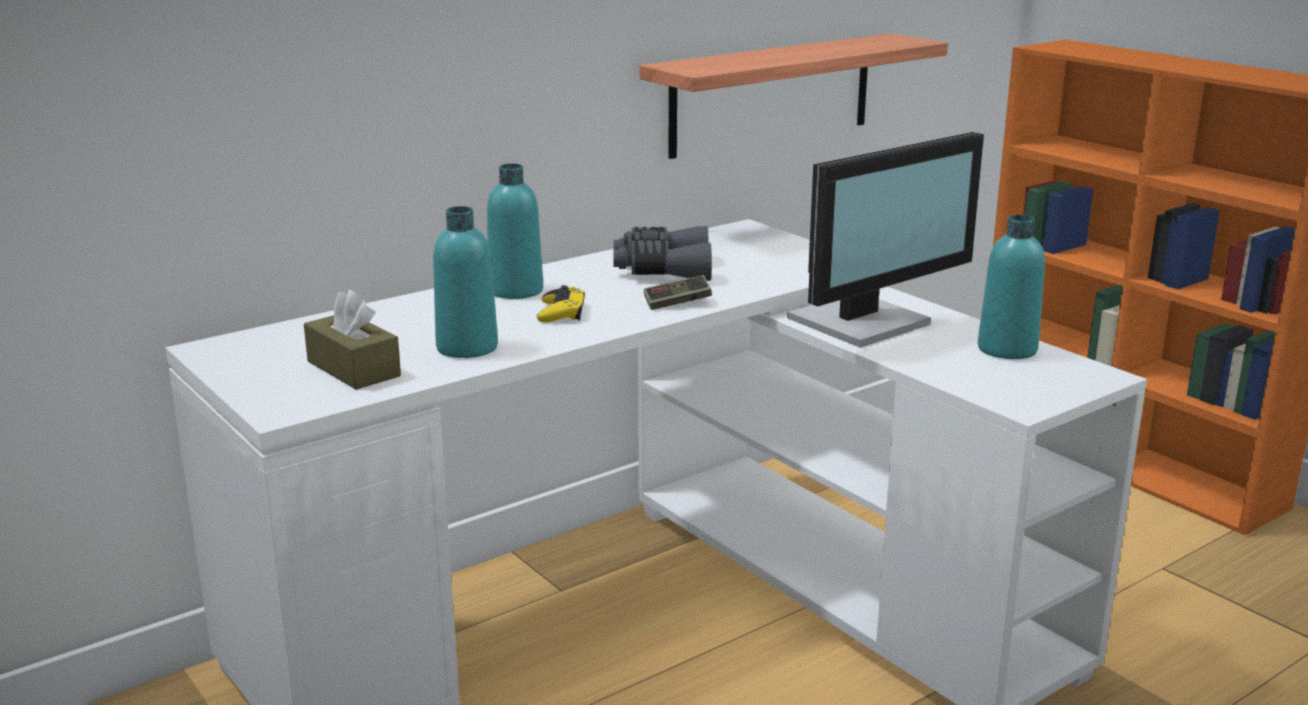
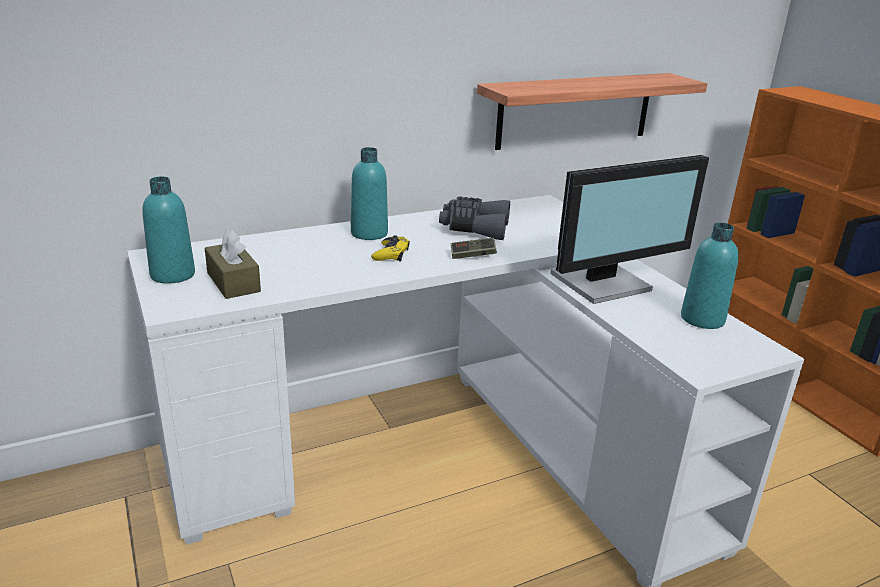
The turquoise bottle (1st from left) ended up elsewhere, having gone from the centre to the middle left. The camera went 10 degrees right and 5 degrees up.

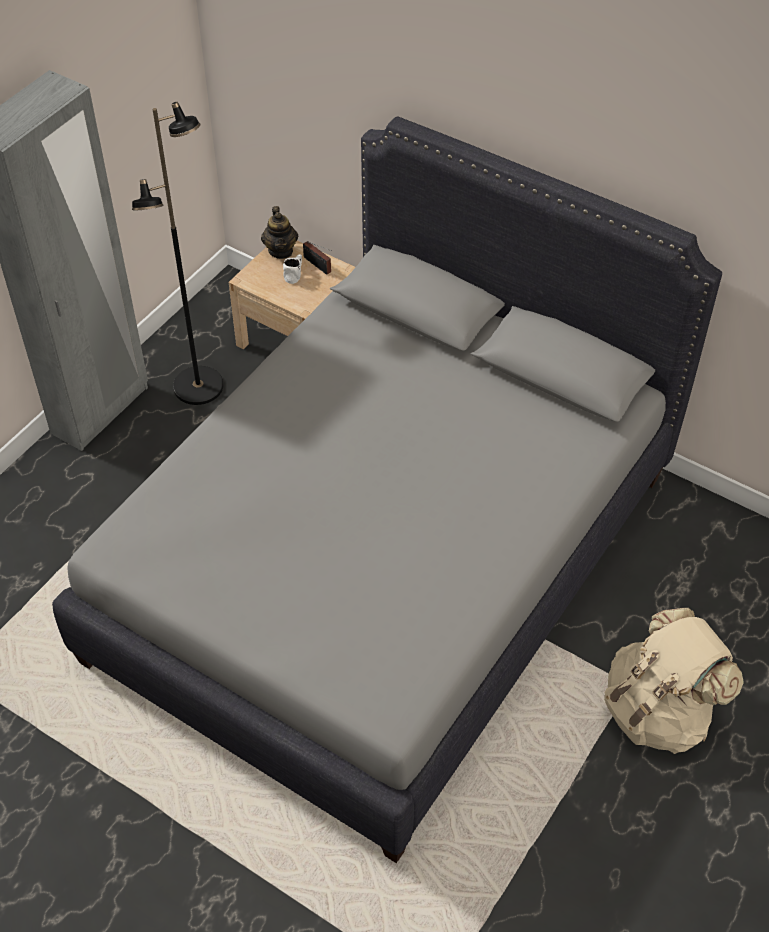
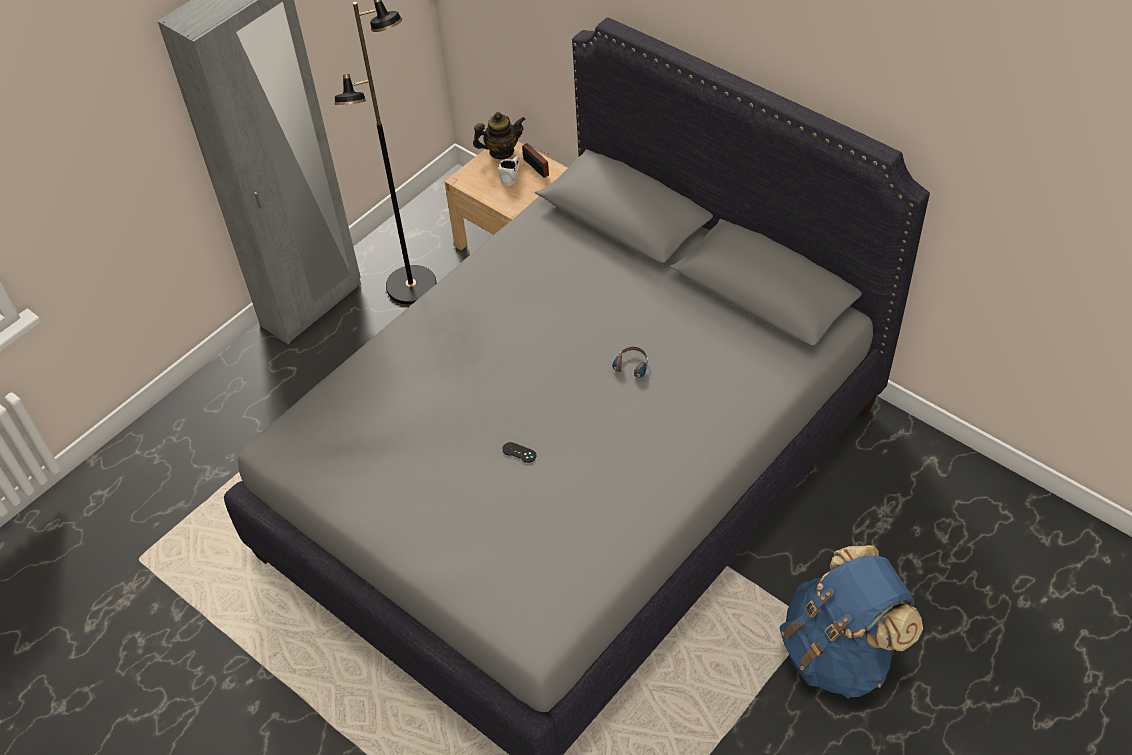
The teapot at the top centre ended up facing another way, 105 degrees counterclockwise from before. The second view gained the black game controller at the centre. The second view gained the headphones at the centre. What was the beige backpack at the bottom right turned into the blue backpack at the bottom right. The camera went 10 degrees right and 0 degrees up.

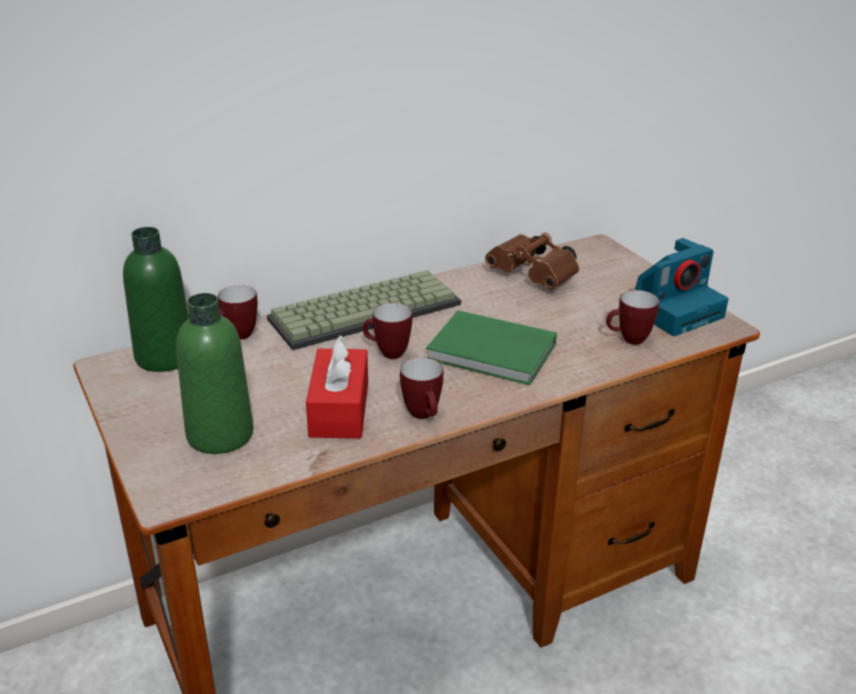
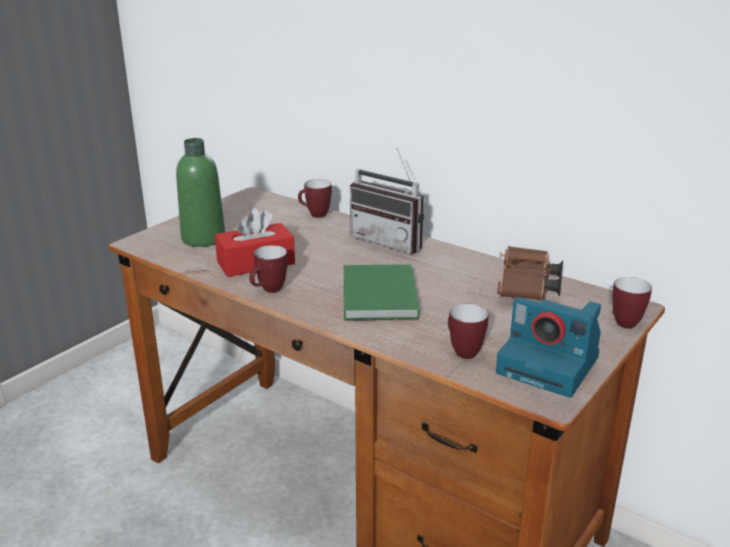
Where the keyboard stood at the centre, the radio came to stand at the centre. The mug (2nd from left in the first image) ended up elsewhere, having gone from the centre to the middle right. The second view lost the green bottle (1st from left) at the middle left. The camera went 65 degrees right and 5 degrees down.

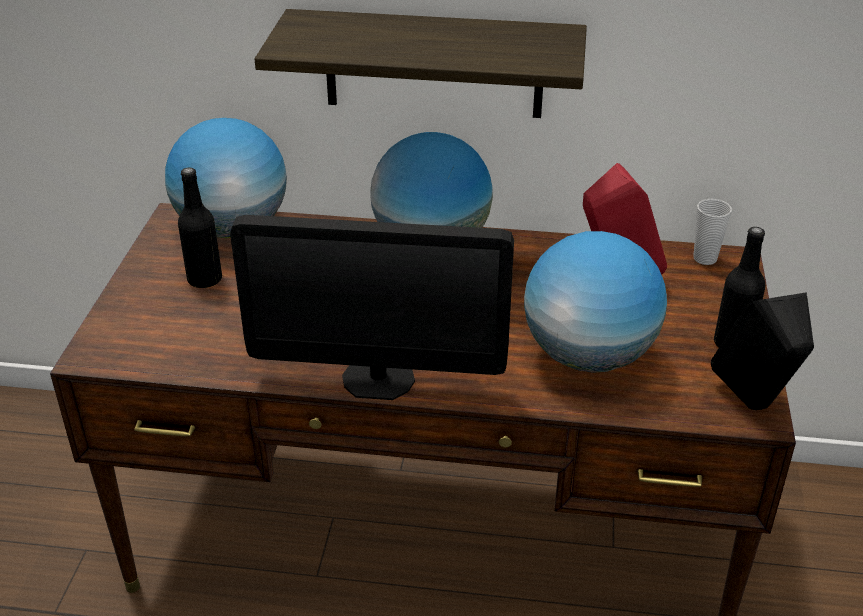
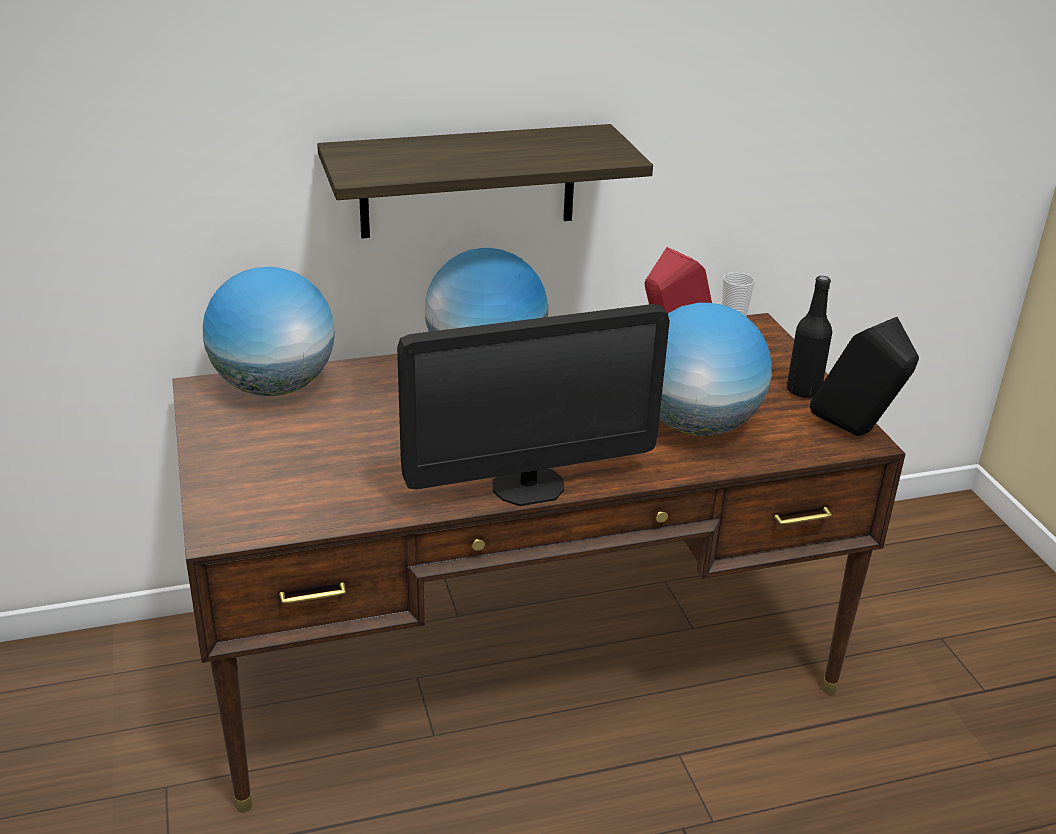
The second view lost the black bottle (1st from left) at the middle left. The camera went 25 degrees left and 5 degrees down.

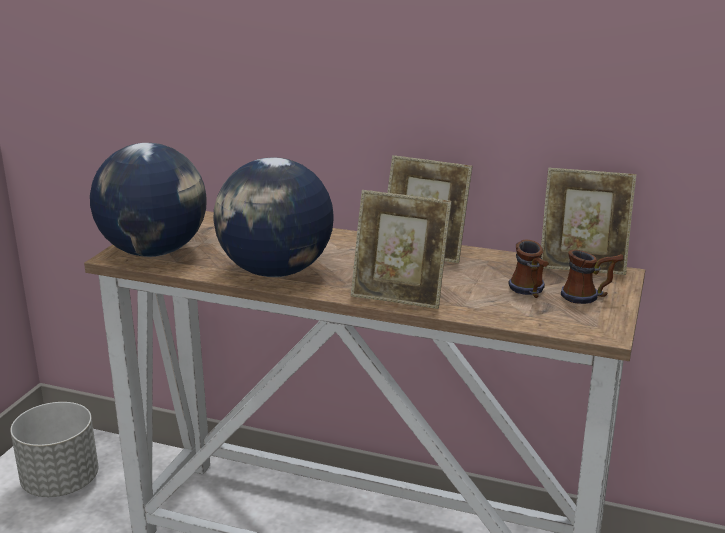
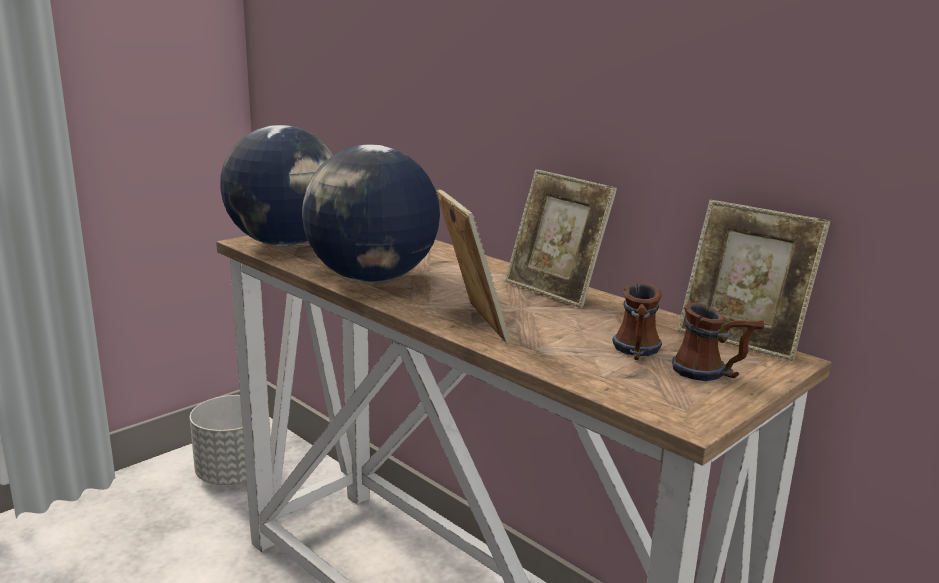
The picture frame (1st from left) at the centre ended up facing another way, 150 degrees counterclockwise from before. The camera went 25 degrees right and 5 degrees down.

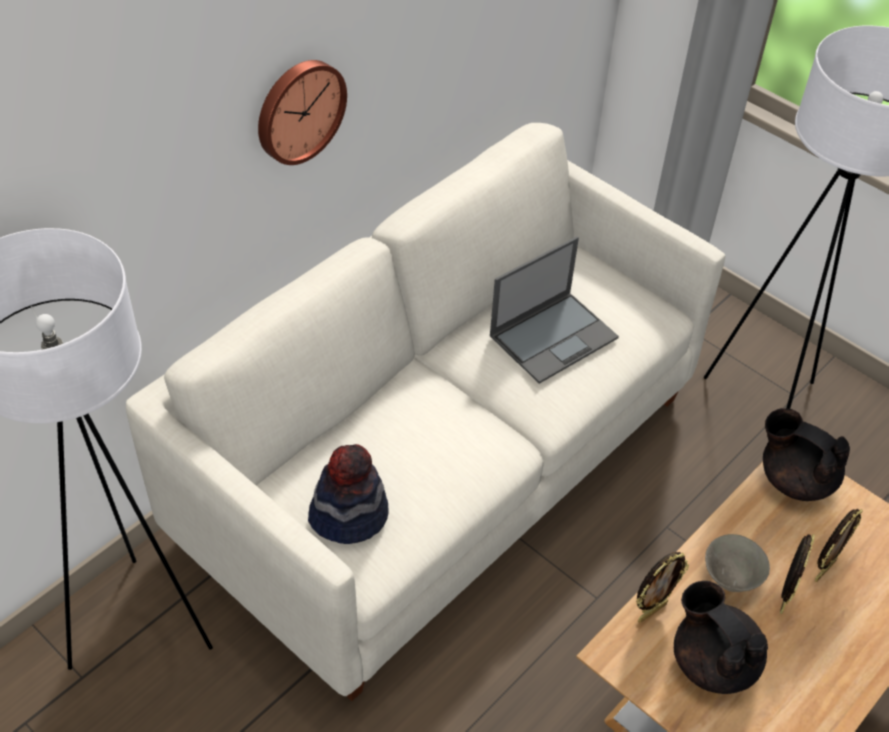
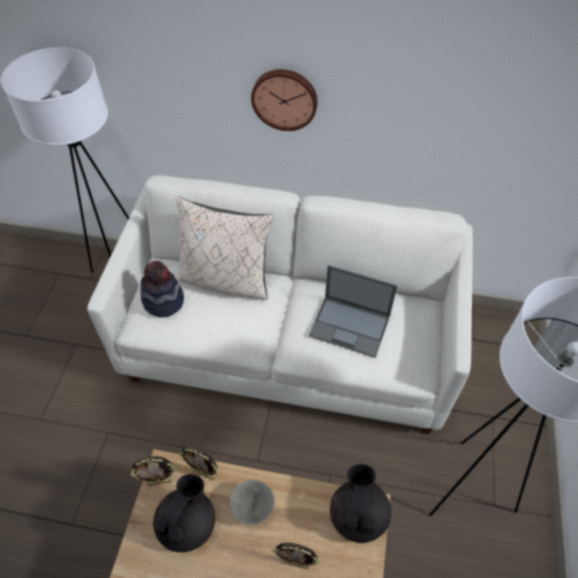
The picture frame (2nd from left in the first image) ended up elsewhere, having gone from the bottom right to the bottom left. The second view gained the beige pillow at the centre. The camera went 60 degrees right and 5 degrees up.

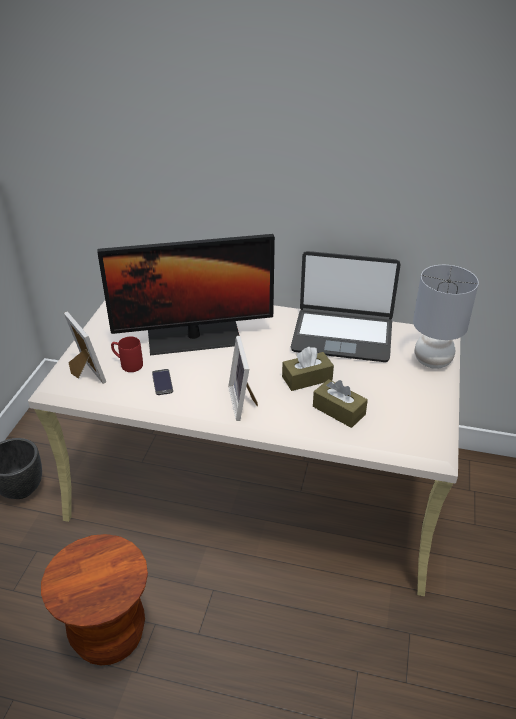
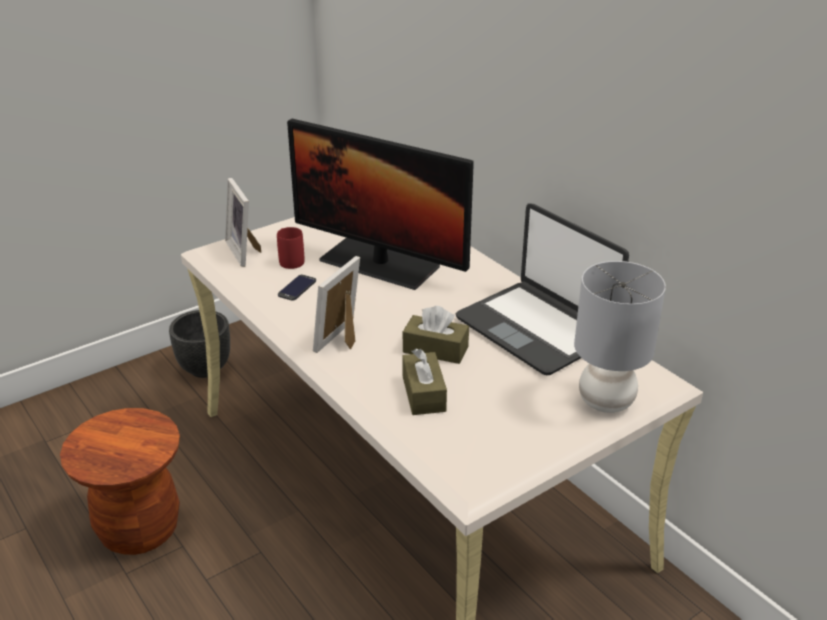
The picture frame (1st from left) at the middle left ended up facing another way, 150 degrees clockwise from before. The camera went 40 degrees right and 5 degrees down.

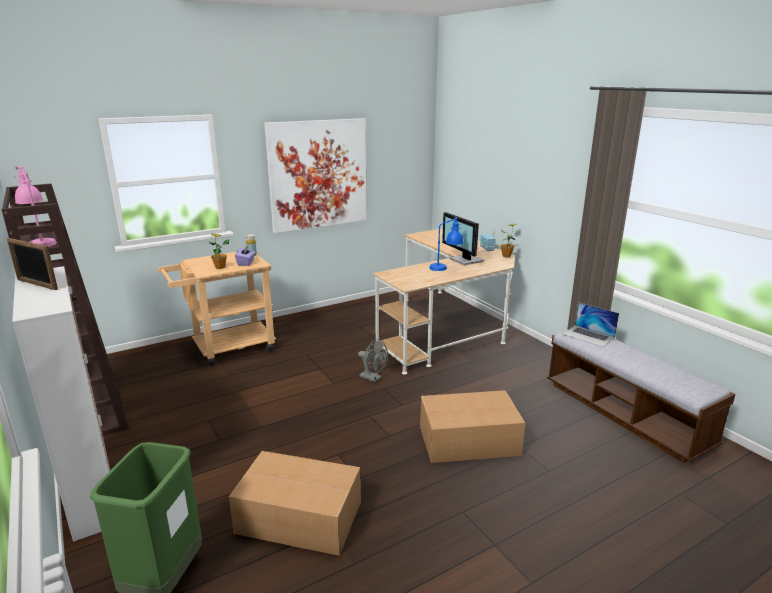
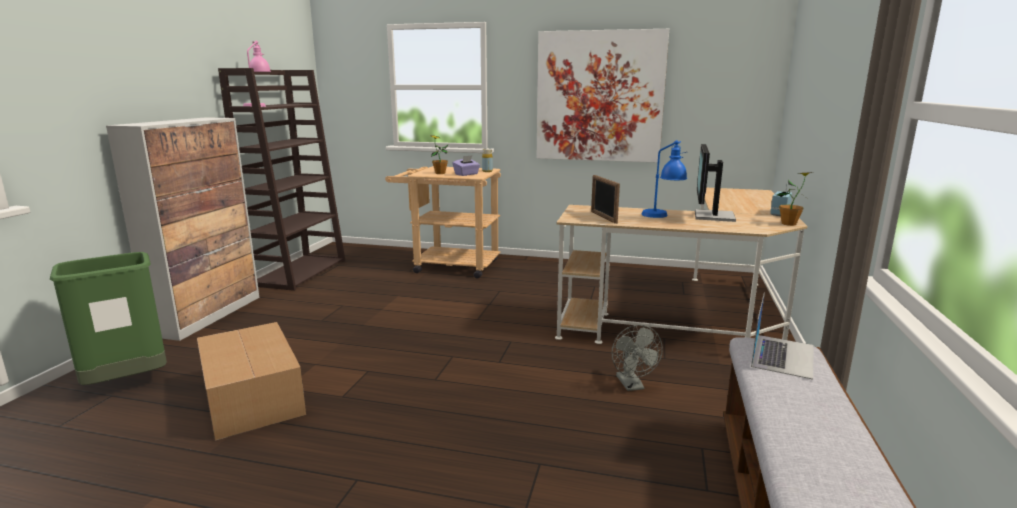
The picture frame ended up elsewhere, having gone from the middle left to the centre. The grey fan ended up elsewhere, having gone from the centre to the bottom centre. The laptop at the middle right ended up facing another way, 150 degrees counterclockwise from before. The second view lost the cardboard box (2nd from left) at the bottom centre. The camera went 45 degrees right and 5 degrees down.

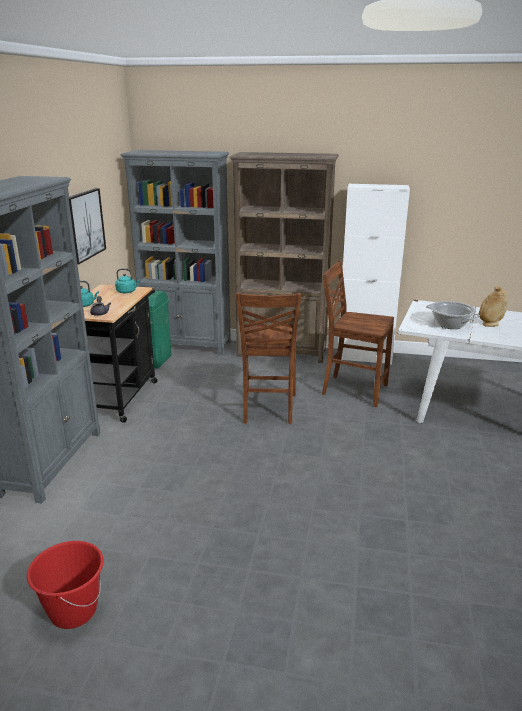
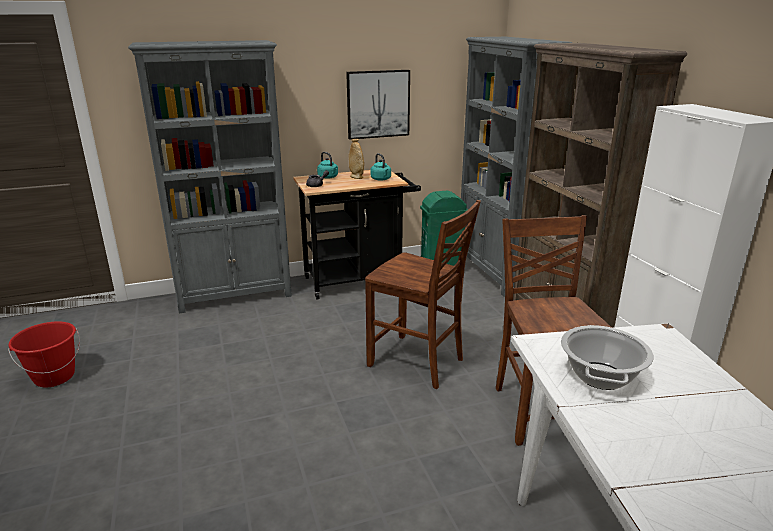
The beige vase ended up elsewhere, having gone from the middle right to the top centre. The brown chair (1st from left) at the centre ended up facing another way, 120 degrees counterclockwise from before. The camera went 60 degrees right and 0 degrees up.

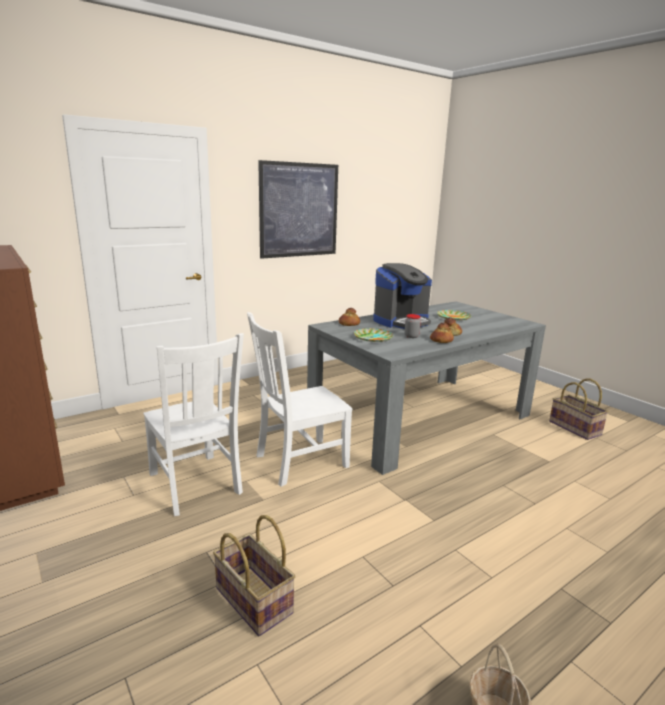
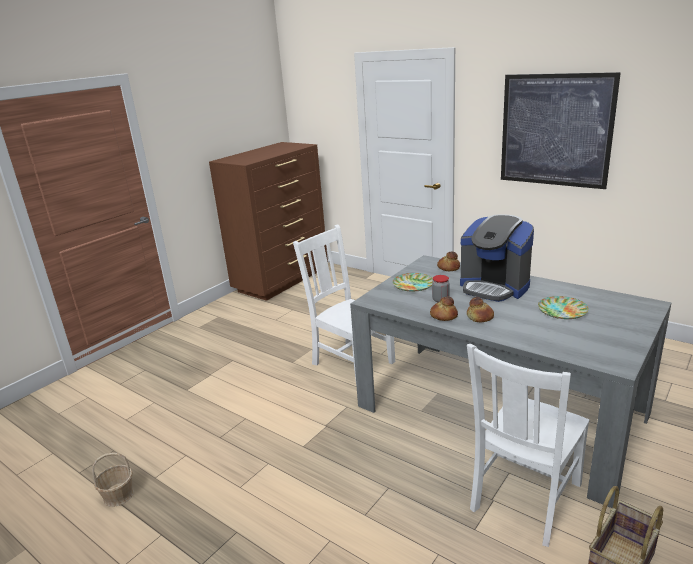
The white chair (1st from left in the first image) ended up elsewhere, having gone from the middle left to the bottom right. The second view lost the basket (1st from left) at the bottom centre. The camera went 75 degrees right and 5 degrees up.

